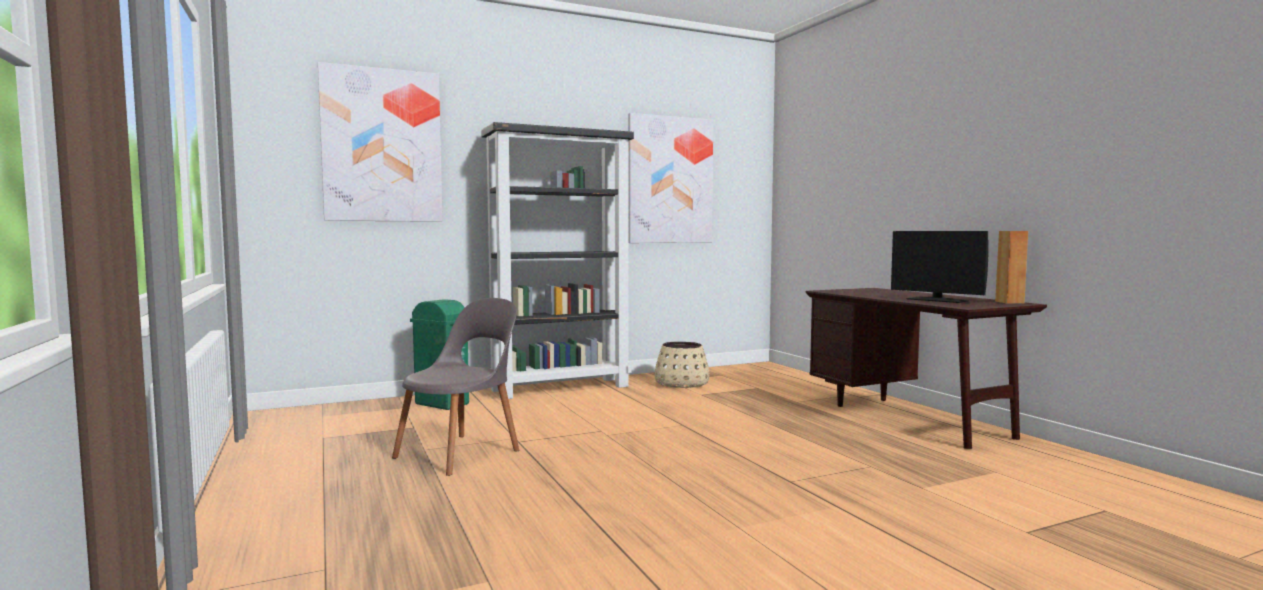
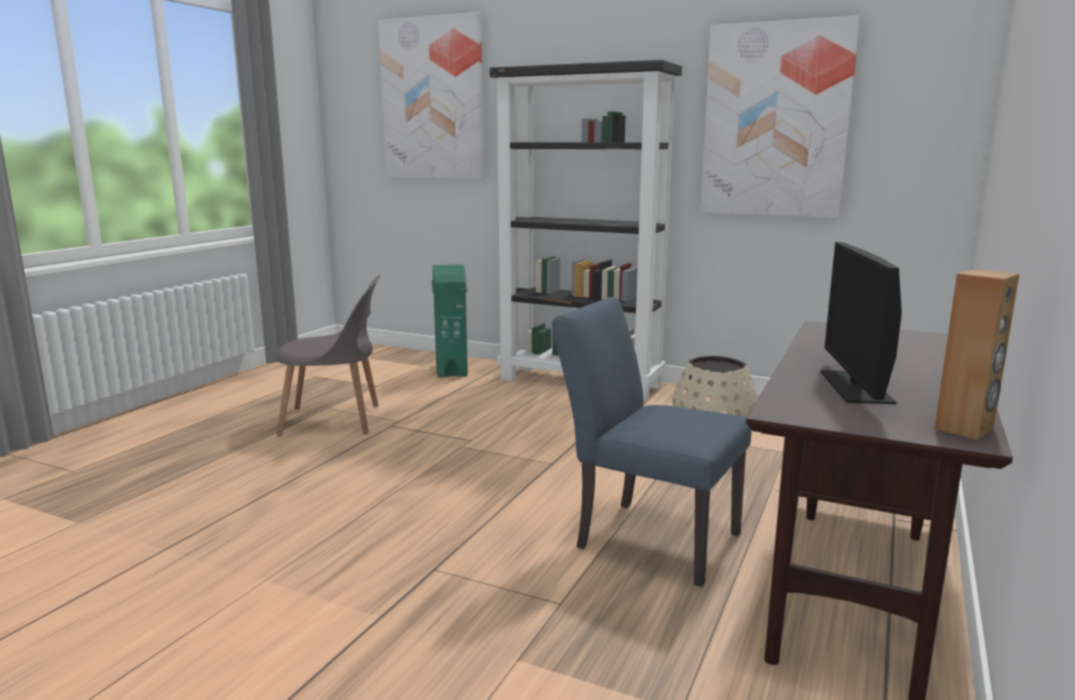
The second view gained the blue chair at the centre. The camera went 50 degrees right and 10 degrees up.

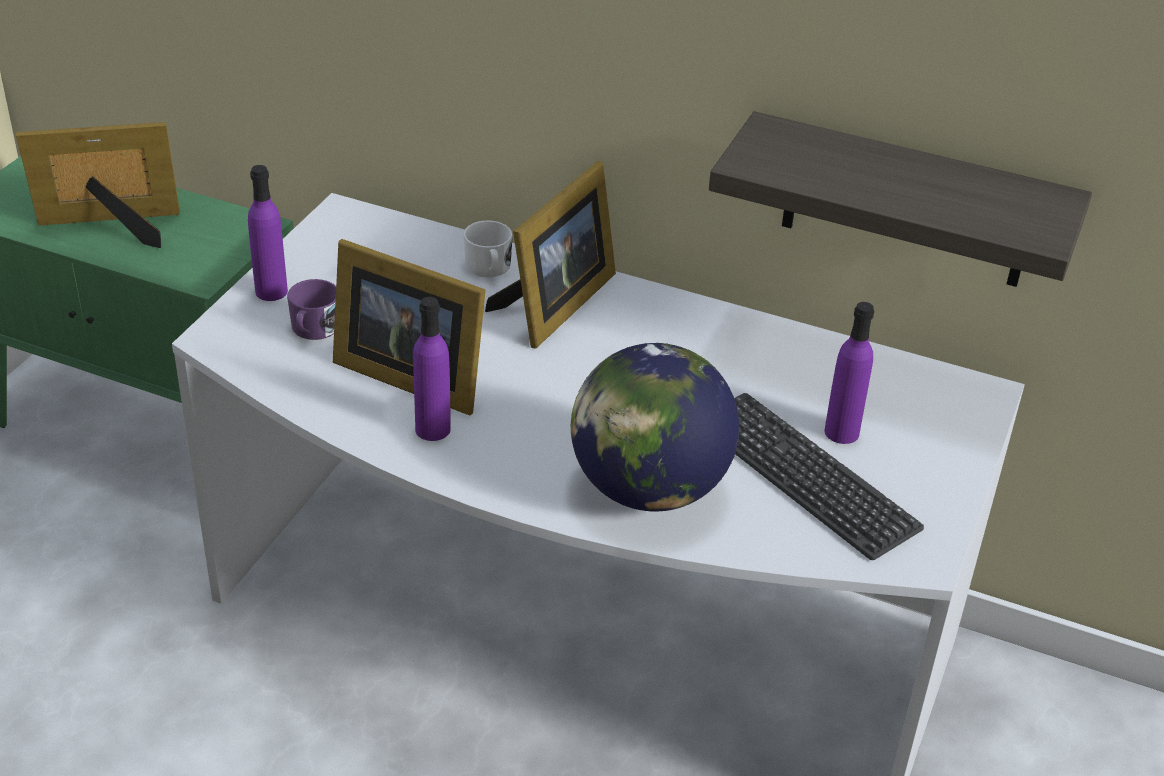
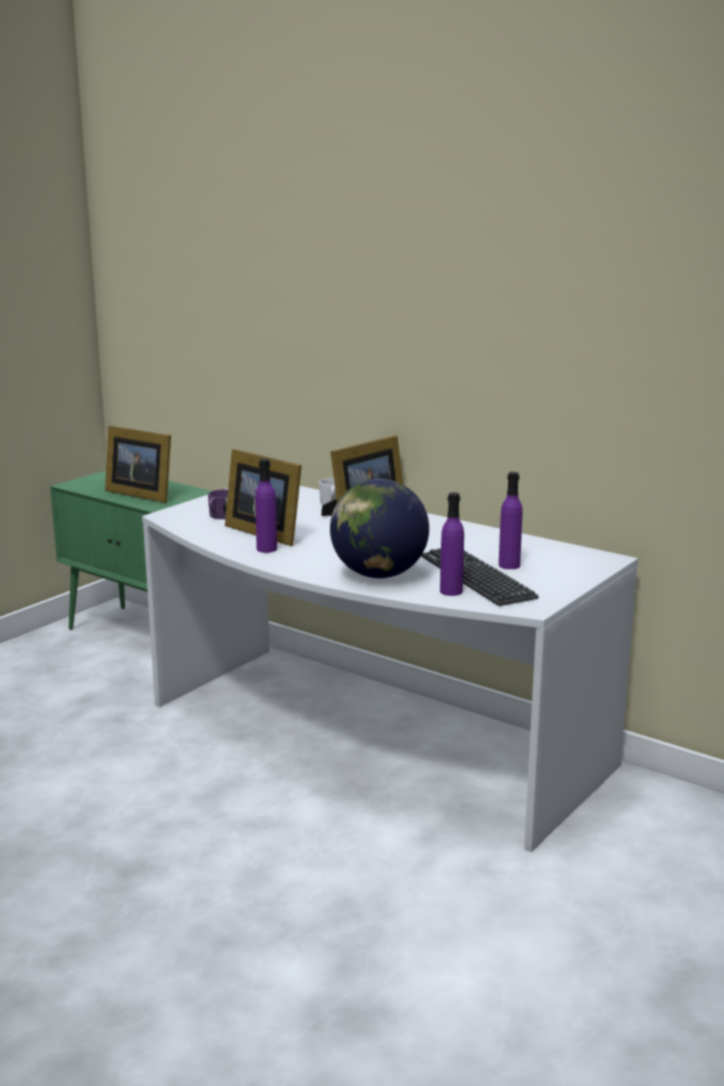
The picture frame (1st from left) at the top left ended up facing another way, 150 degrees counterclockwise from before. The purple bottle (1st from left in the first image) ended up elsewhere, having gone from the top left to the centre. The second view lost the shelf at the top right. The camera went 15 degrees right and 20 degrees down.

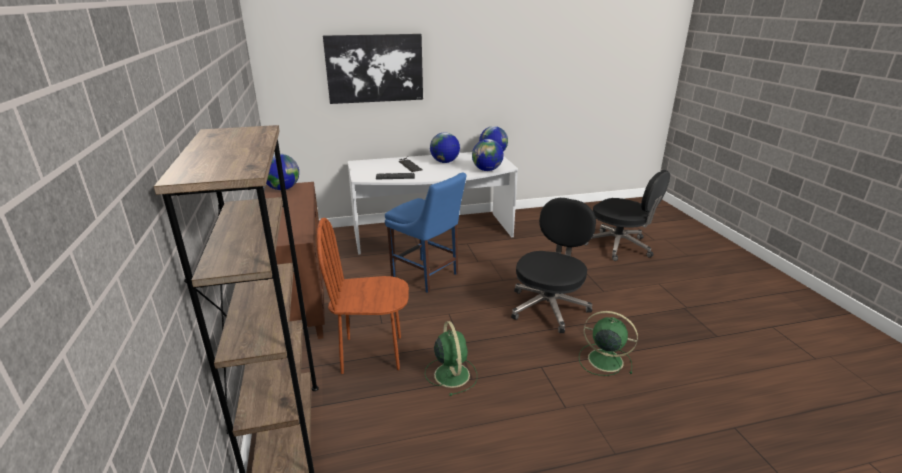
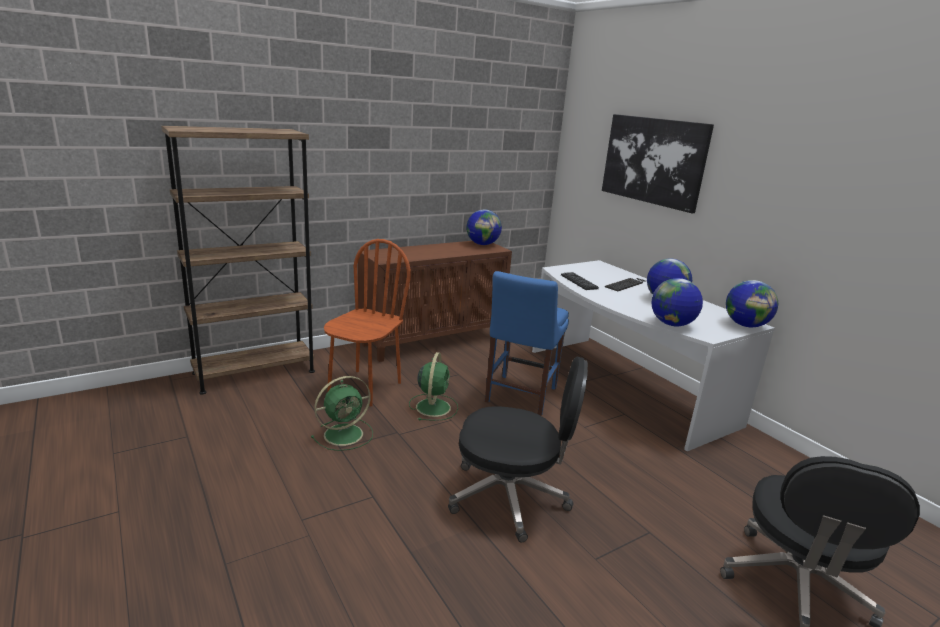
The brown chair at the centre ended up facing another way, 45 degrees clockwise from before. The green fan (2nd from left) ended up elsewhere, having gone from the bottom right to the centre. The camera went 70 degrees right and 5 degrees down.

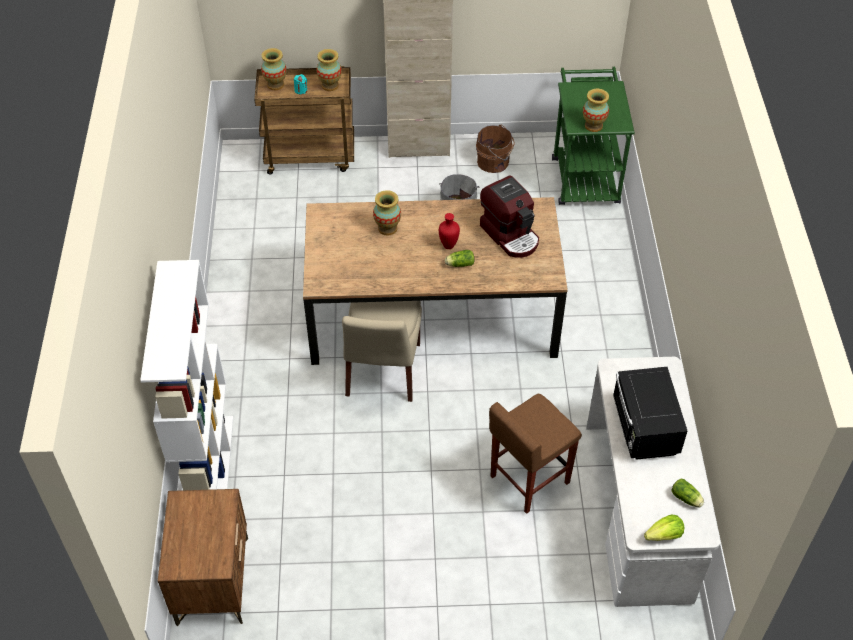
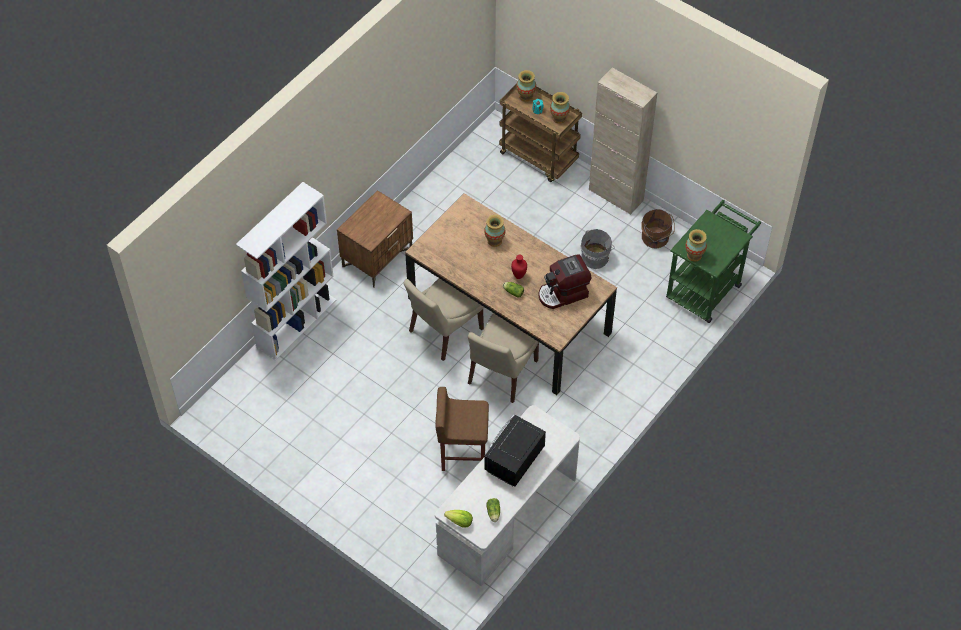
The brown nightstand ended up elsewhere, having gone from the bottom left to the centre. The second view gained the beige chair (2nd from left) at the centre. The coffee machine at the centre ended up facing another way, 60 degrees clockwise from before. The camera went 40 degrees right and 5 degrees up.

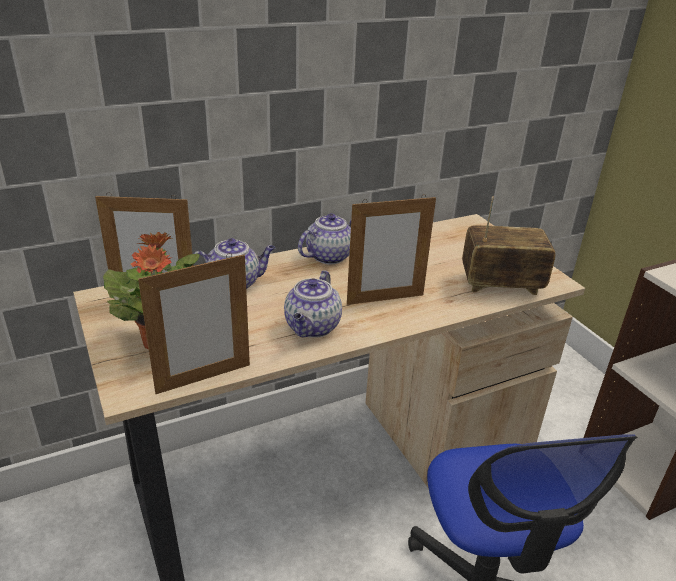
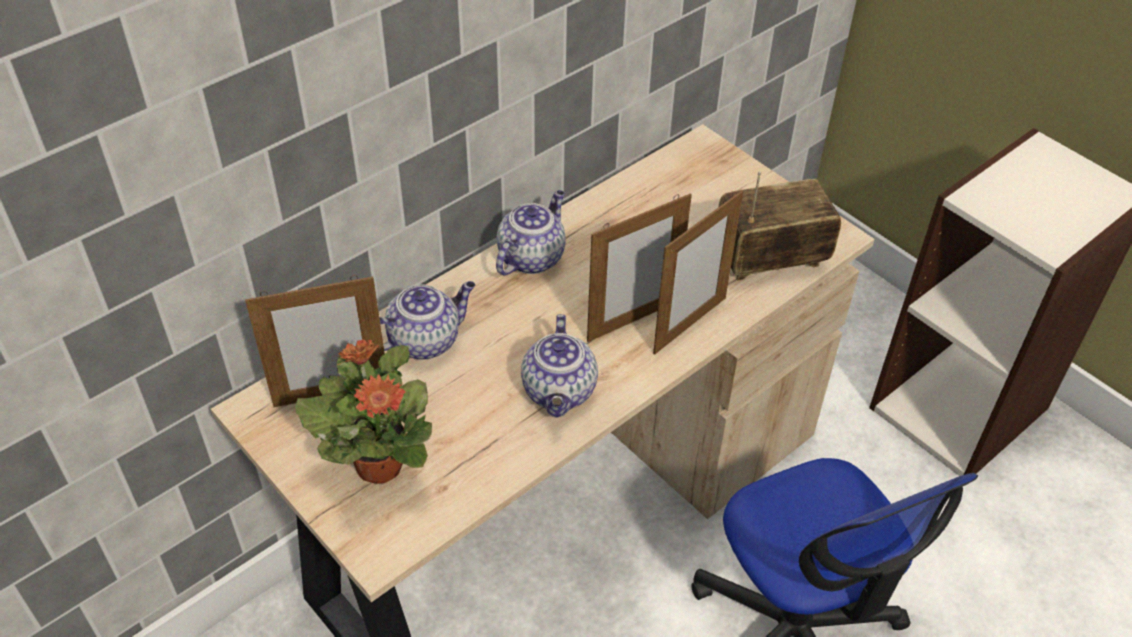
The picture frame (2nd from left in the first image) ended up elsewhere, having gone from the middle left to the centre. The camera went 15 degrees left and 15 degrees up.

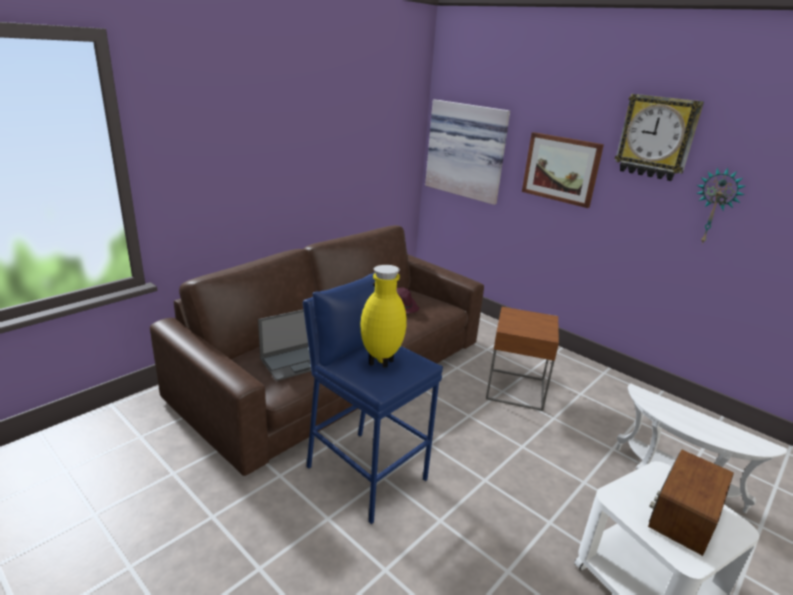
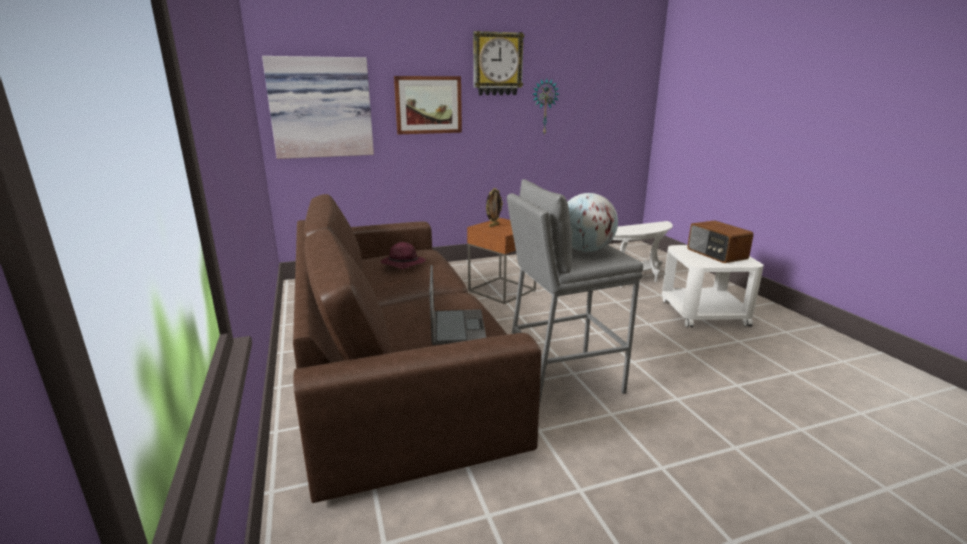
The second view gained the picture frame at the centre. What was the blue stool at the bottom centre turned into the grey stool at the centre. Where the yellow vase stood at the centre, the globe came to stand at the centre. The camera went 60 degrees left and 5 degrees down.

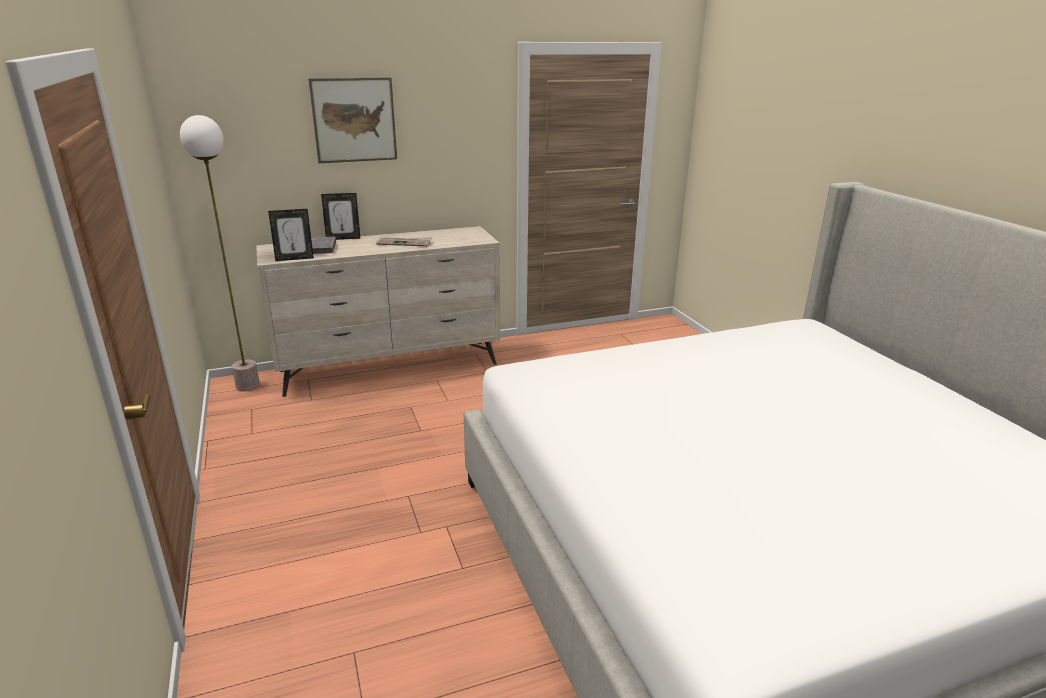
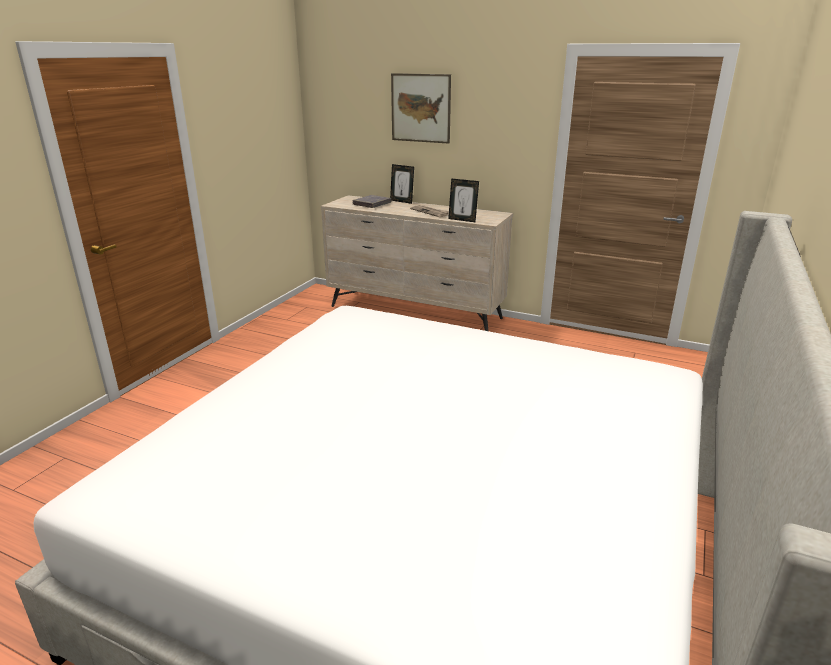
The picture frame (1st from left in the first image) ended up elsewhere, having gone from the middle left to the top centre. The second view lost the floor lamp at the middle left. The camera went 45 degrees right and 0 degrees up.

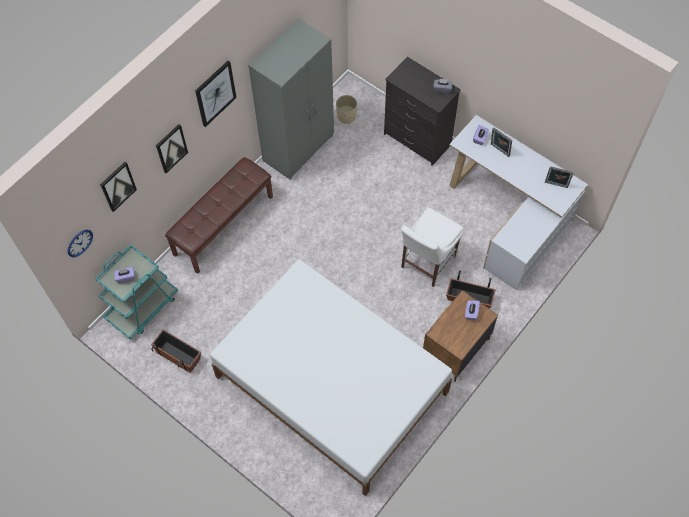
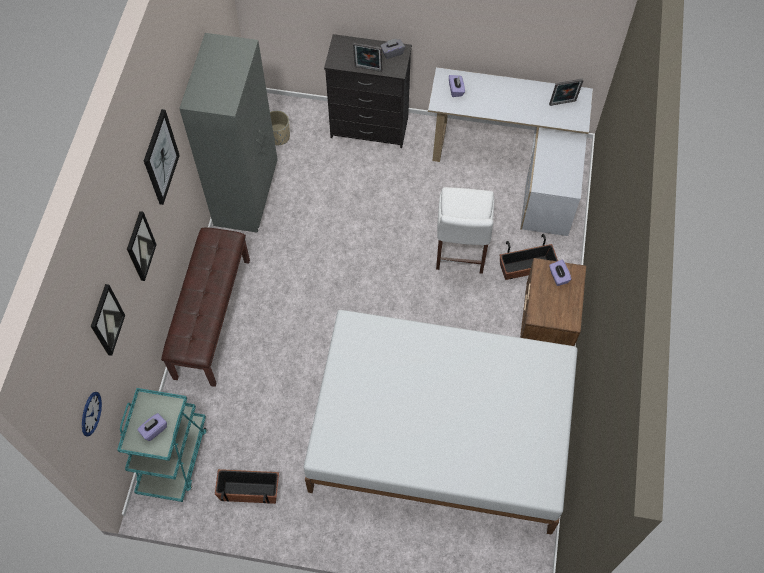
The picture frame (1st from left) ended up elsewhere, having gone from the top right to the top centre. The camera went 30 degrees left and 0 degrees up.

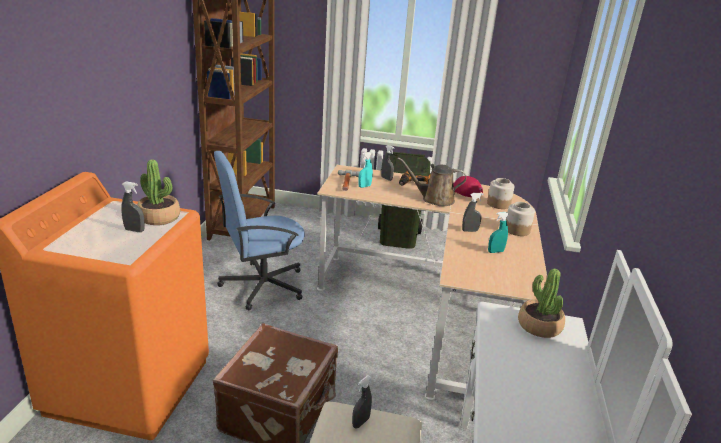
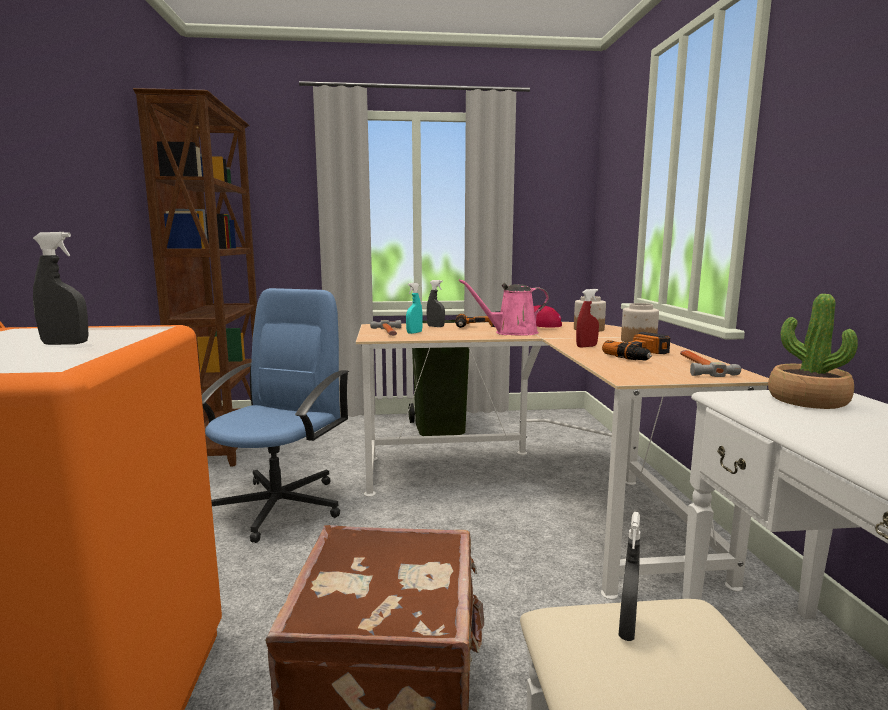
The blue office chair at the centre ended up facing another way, 150 degrees clockwise from before. What was the brown watering can at the centre turned into the pink watering can at the centre. What was the grey spray bottle (4th from left) at the centre turned into the red spray bottle at the centre. Where the turquoise spray bottle (2nd from left) stood at the middle right, the power drill (2nd from left) came to stand at the middle right. The second view gained the hammer (2nd from left) at the middle right. The second view lost the potted plant (1st from left) at the middle left. The camera went 15 degrees left and 15 degrees down.

